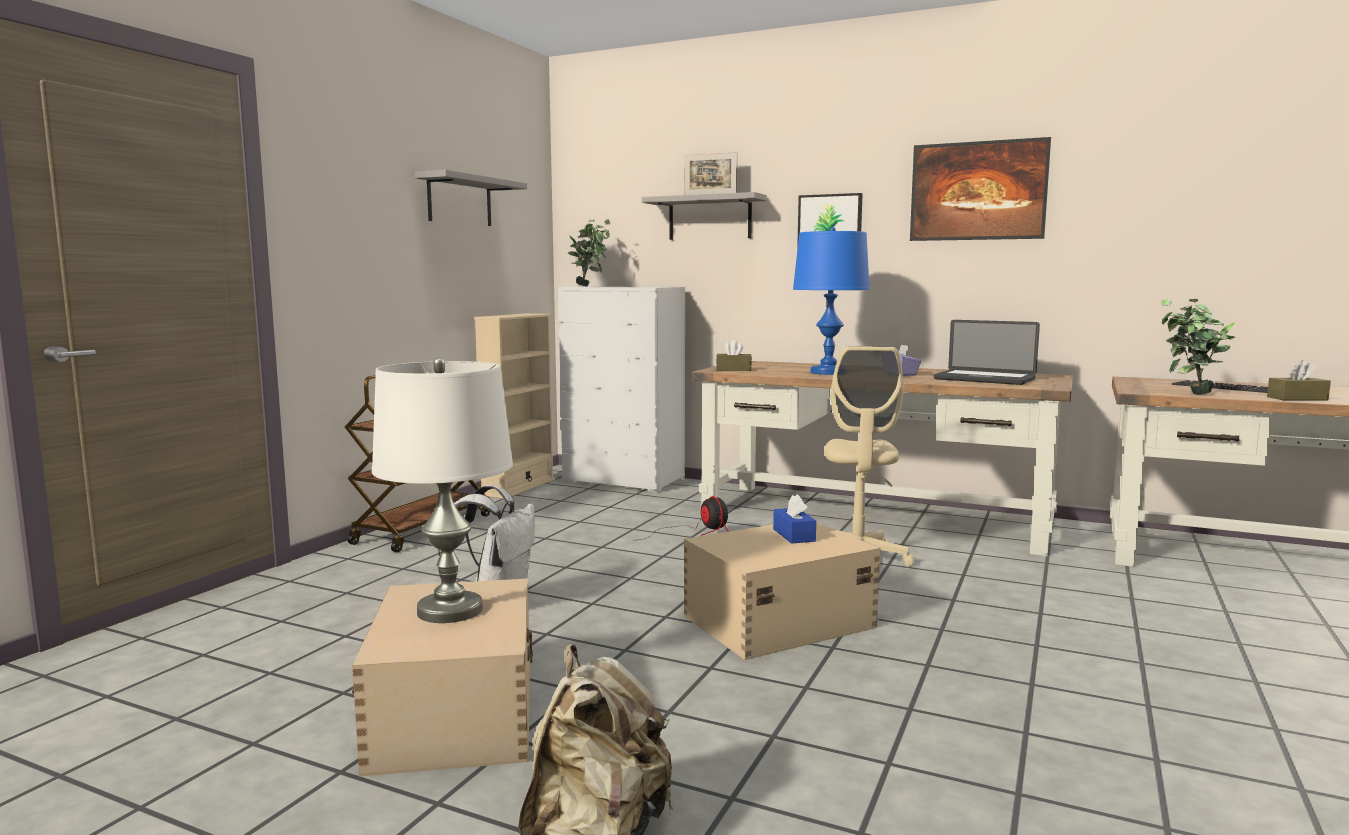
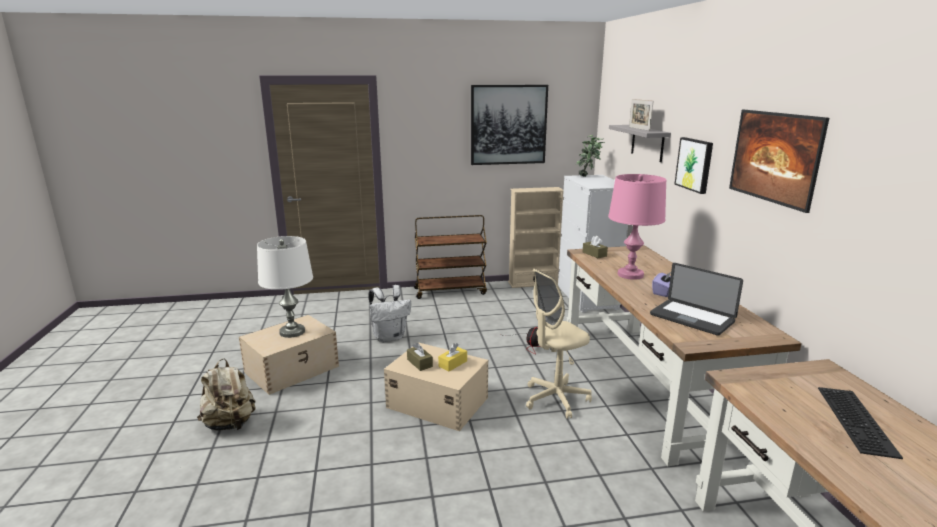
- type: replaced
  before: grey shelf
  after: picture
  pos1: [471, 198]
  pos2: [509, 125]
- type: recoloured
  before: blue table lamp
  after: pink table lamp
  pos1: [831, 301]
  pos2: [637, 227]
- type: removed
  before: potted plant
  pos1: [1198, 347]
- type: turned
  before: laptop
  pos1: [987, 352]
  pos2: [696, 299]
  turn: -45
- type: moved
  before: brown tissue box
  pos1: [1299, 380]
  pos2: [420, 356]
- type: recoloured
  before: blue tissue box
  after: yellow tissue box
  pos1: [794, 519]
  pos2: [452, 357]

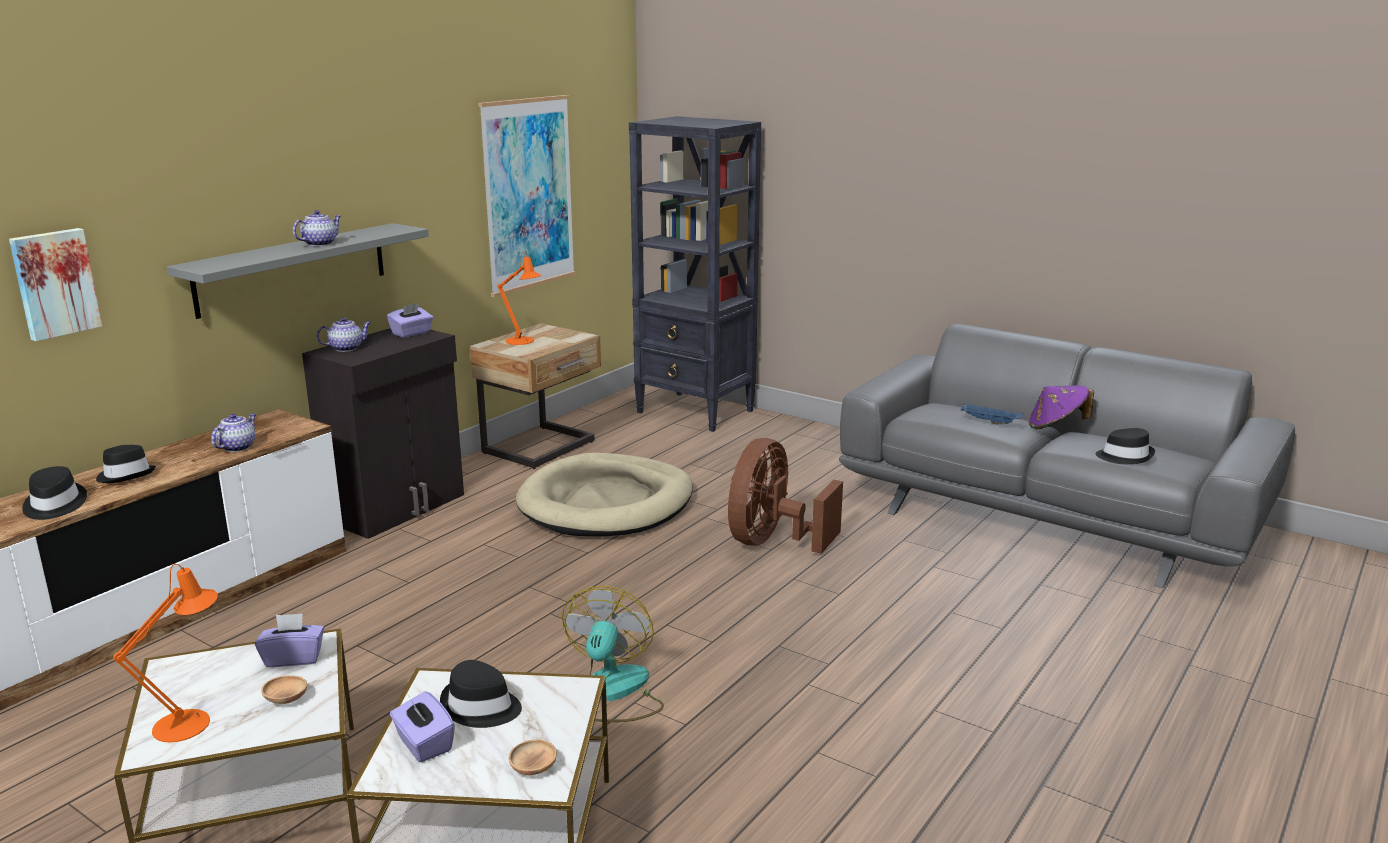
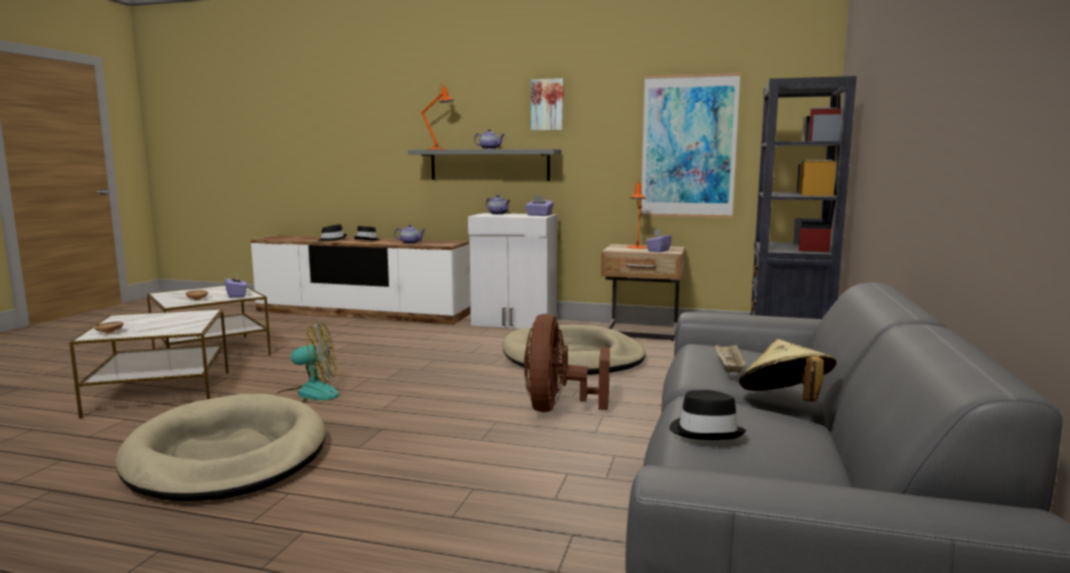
- type: moved
  before: picture
  pos1: [55, 284]
  pos2: [547, 104]
- type: recoloured
  before: black cabinet
  after: white cabinet
  pos1: [383, 433]
  pos2: [513, 271]
- type: recoloured
  before: purple hat
  after: beige hat
  pos1: [1061, 407]
  pos2: [787, 370]
- type: recoloured
  before: blue tray
  after: beige tray
  pos1: [992, 413]
  pos2: [730, 358]
- type: turned
  before: brown fan
  pos1: [785, 496]
  pos2: [567, 363]
  turn: -90
- type: moved
  before: orange table lamp
  pos1: [165, 653]
  pos2: [437, 116]
- type: removed
  before: black hat
  pos1: [481, 694]
- type: moved
  before: purple tissue box
  pos1: [422, 726]
  pos2: [659, 241]
- type: added
  after: beige dog bed
  pos2: [220, 447]

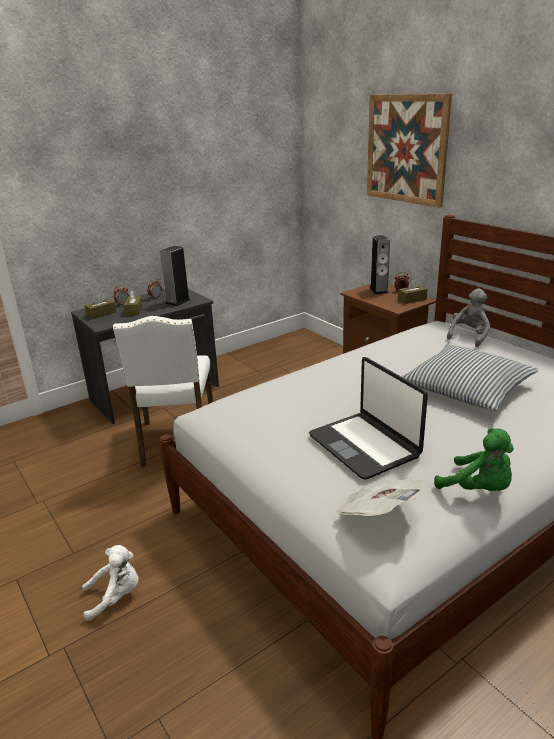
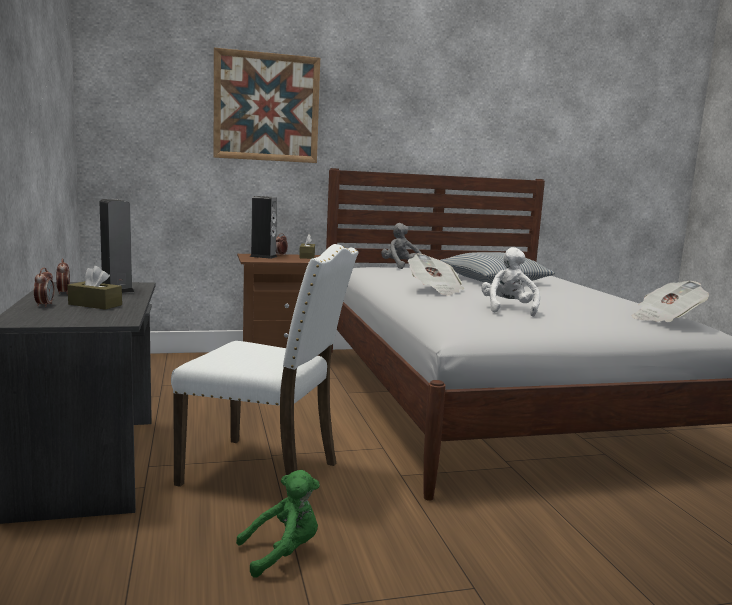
- type: removed
  before: brown tissue box
  pos1: [100, 306]
- type: removed
  before: laptop
  pos1: [368, 418]
- type: moved
  before: green plush toy
  pos1: [474, 459]
  pos2: [278, 524]
- type: moved
  before: white plush toy
  pos1: [110, 583]
  pos2: [510, 282]
- type: added
  after: newspaper
  pos2: [436, 275]

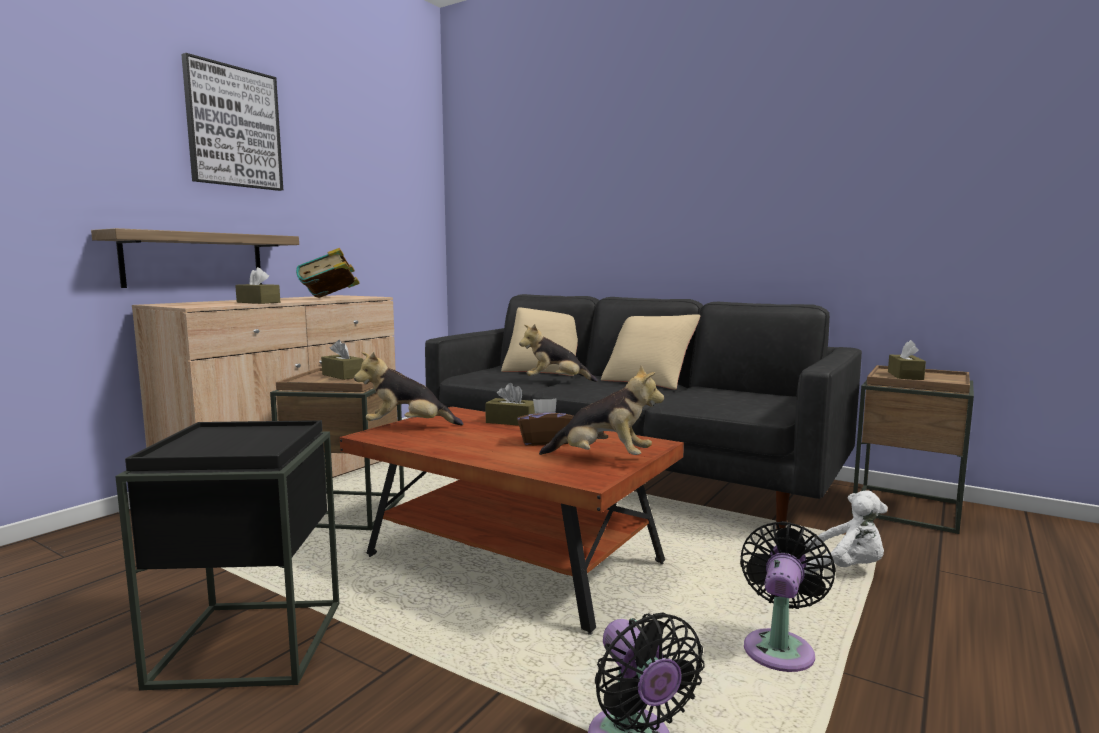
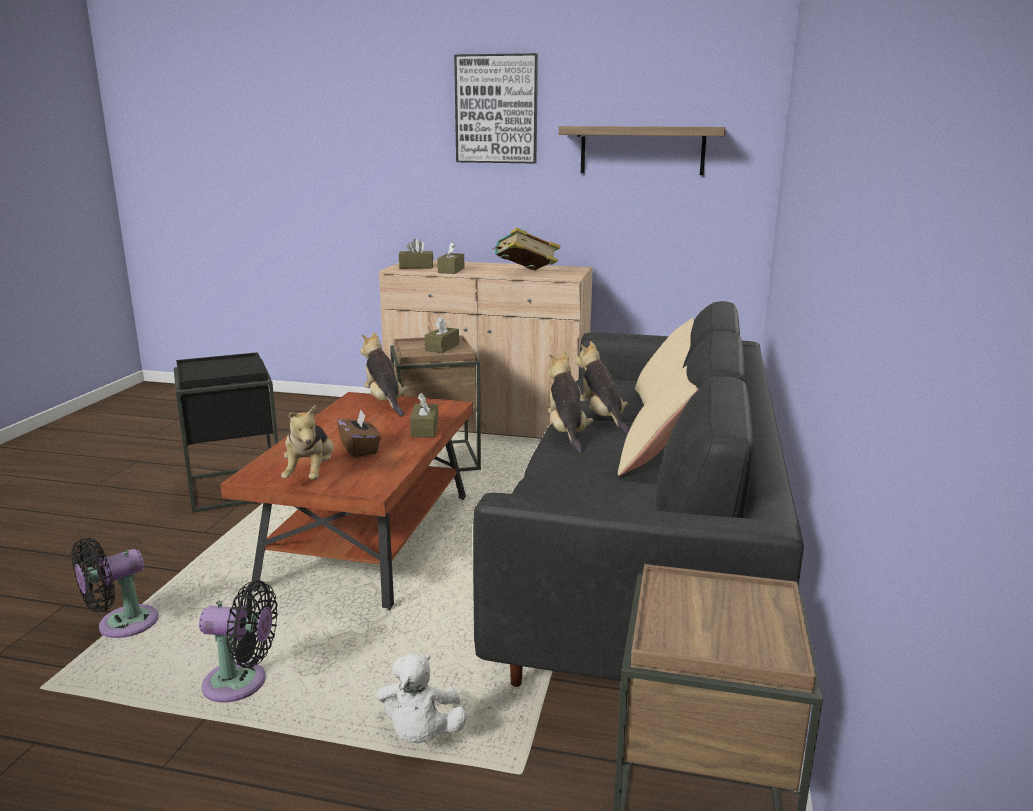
- type: moved
  before: shelf
  pos1: [195, 258]
  pos2: [642, 150]
- type: moved
  before: brown tissue box
  pos1: [907, 360]
  pos2: [416, 253]
- type: added
  after: plush toy
  pos2: [571, 402]

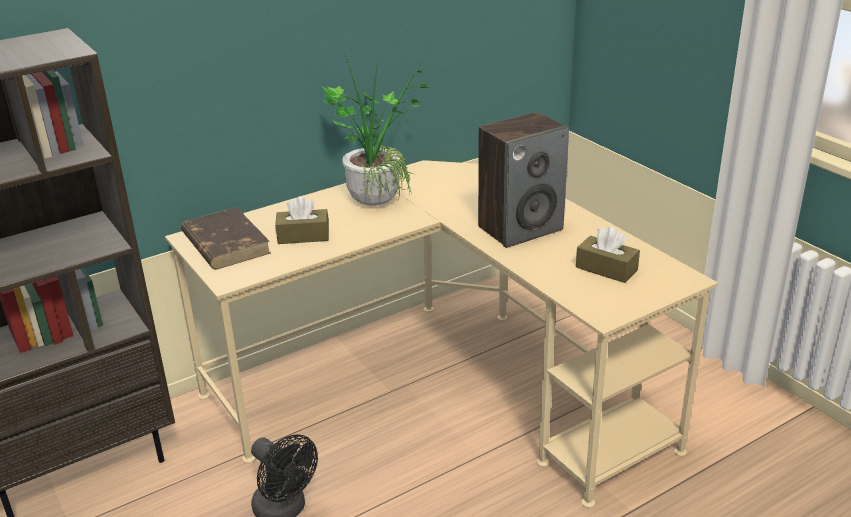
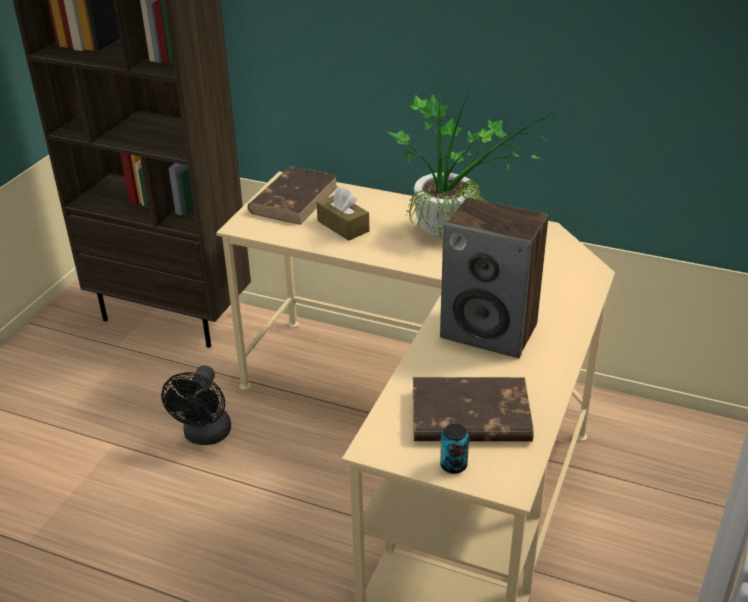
- type: replaced
  before: brown tissue box
  after: brown book
  pos1: [608, 255]
  pos2: [473, 409]
- type: added
  after: can
  pos2: [454, 449]

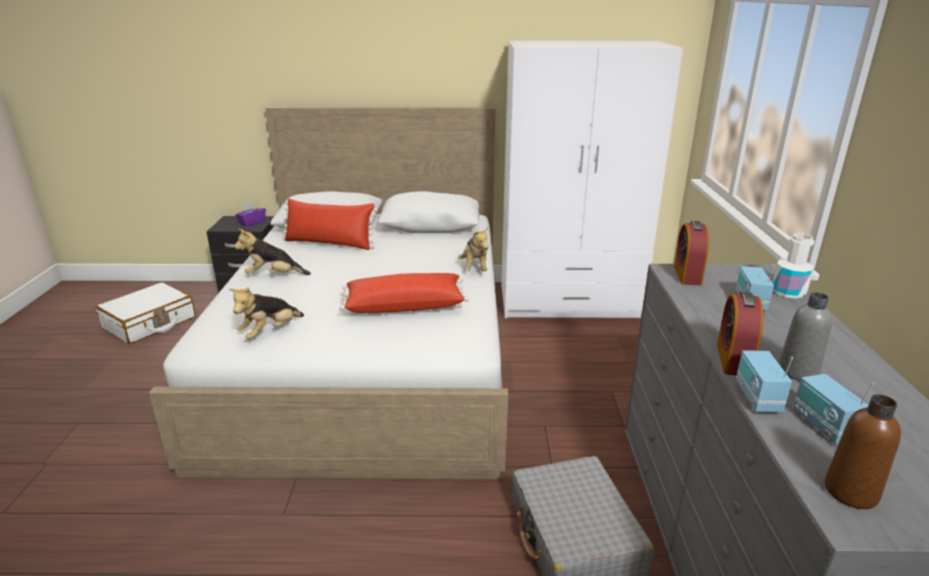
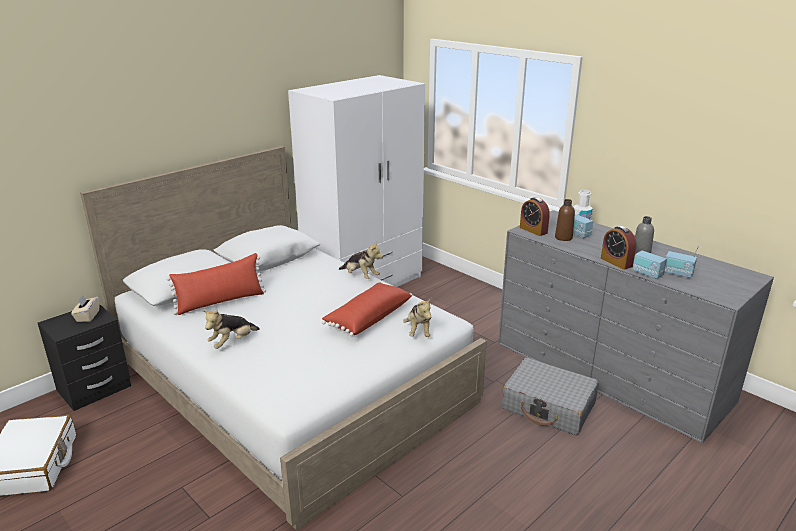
- type: recoloured
  before: purple tissue box
  after: beige tissue box
  pos1: [250, 214]
  pos2: [85, 308]
- type: moved
  before: plush toy
  pos1: [266, 313]
  pos2: [417, 317]
- type: moved
  before: brown bottle
  pos1: [863, 451]
  pos2: [565, 220]

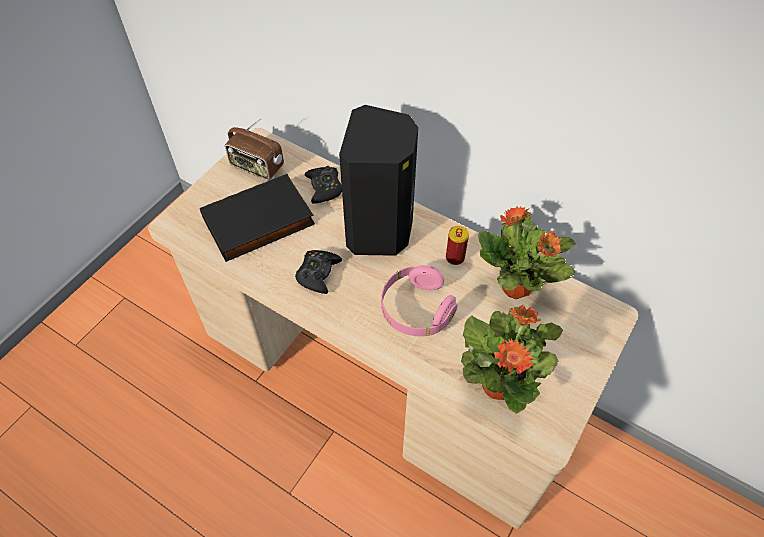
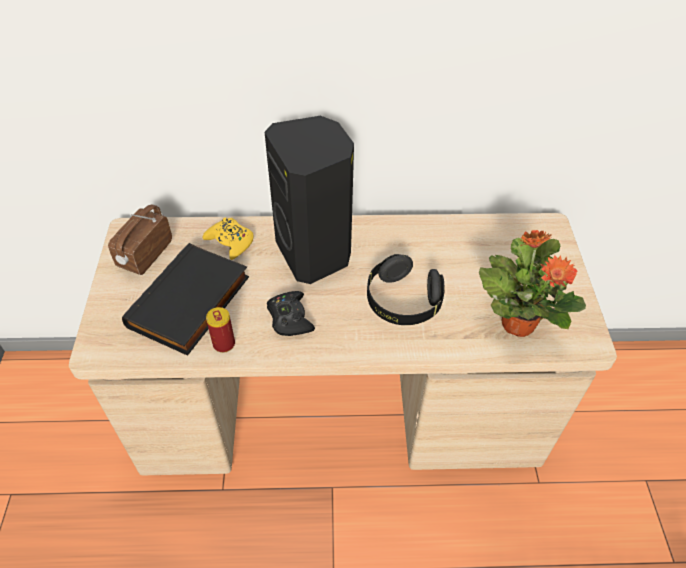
- type: turned
  before: radio
  pos1: [254, 149]
  pos2: [140, 240]
  turn: 120
- type: recoloured
  before: black game controller
  after: yellow game controller
  pos1: [323, 185]
  pos2: [228, 239]
- type: removed
  before: potted plant
  pos1: [527, 252]
- type: moved
  before: can
  pos1: [457, 245]
  pos2: [220, 330]
- type: recoloured
  before: pink headphones
  after: black headphones
  pos1: [419, 300]
  pos2: [406, 289]

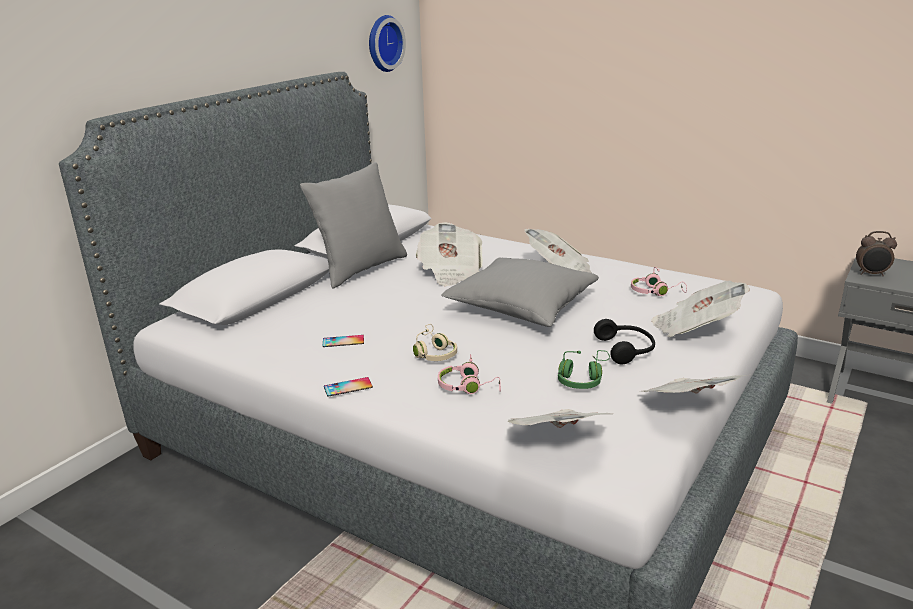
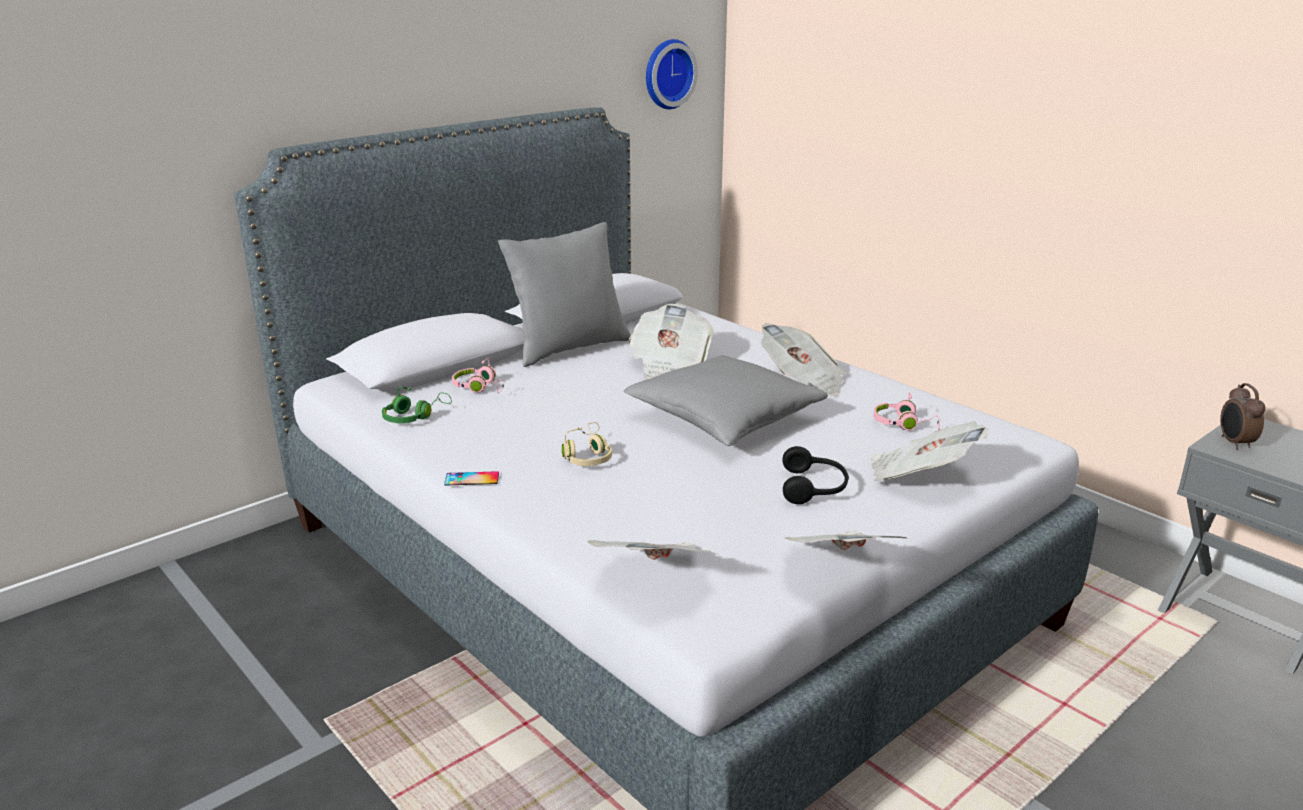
- type: turned
  before: alarm clock
  pos1: [876, 253]
  pos2: [1242, 416]
  turn: 60
- type: removed
  before: phone
  pos1: [343, 341]
- type: moved
  before: green headphones
  pos1: [584, 369]
  pos2: [417, 405]
- type: moved
  before: pink headphones
  pos1: [469, 374]
  pos2: [478, 375]

